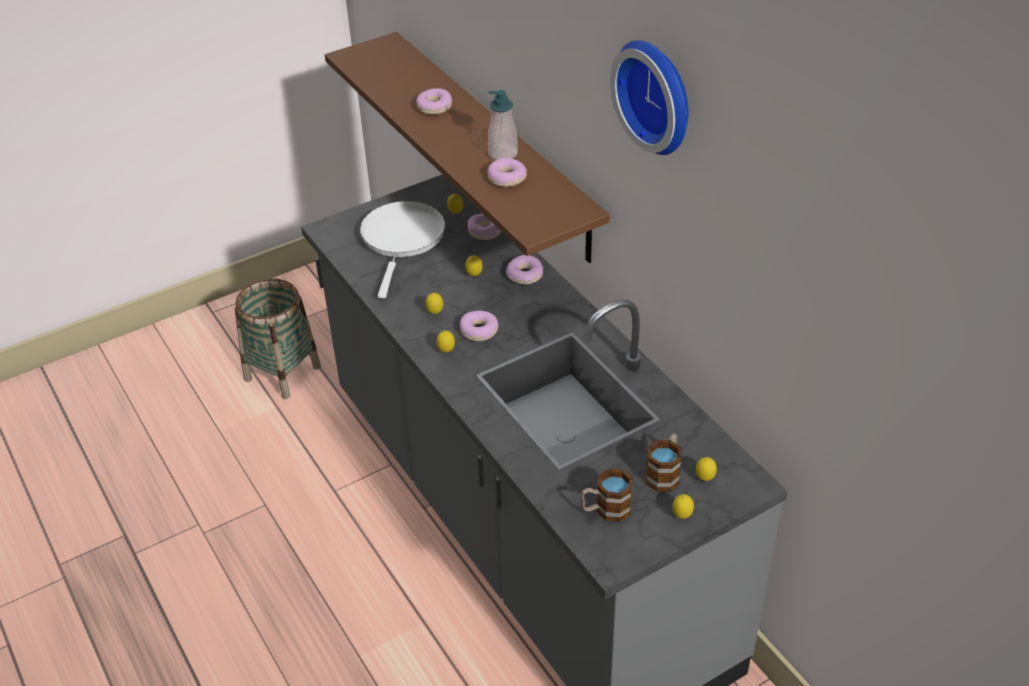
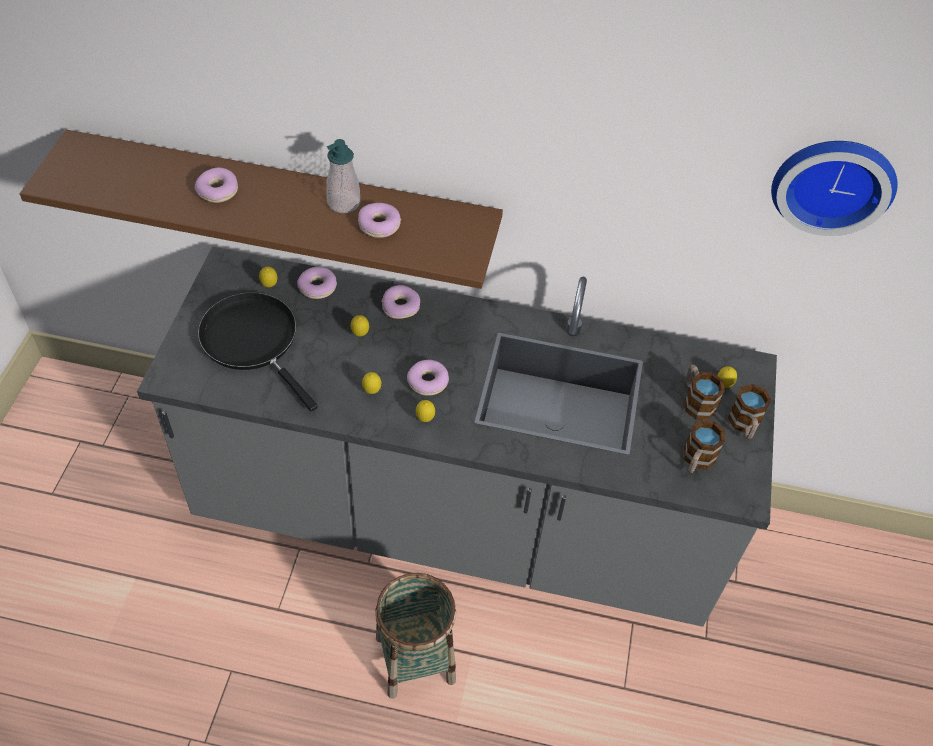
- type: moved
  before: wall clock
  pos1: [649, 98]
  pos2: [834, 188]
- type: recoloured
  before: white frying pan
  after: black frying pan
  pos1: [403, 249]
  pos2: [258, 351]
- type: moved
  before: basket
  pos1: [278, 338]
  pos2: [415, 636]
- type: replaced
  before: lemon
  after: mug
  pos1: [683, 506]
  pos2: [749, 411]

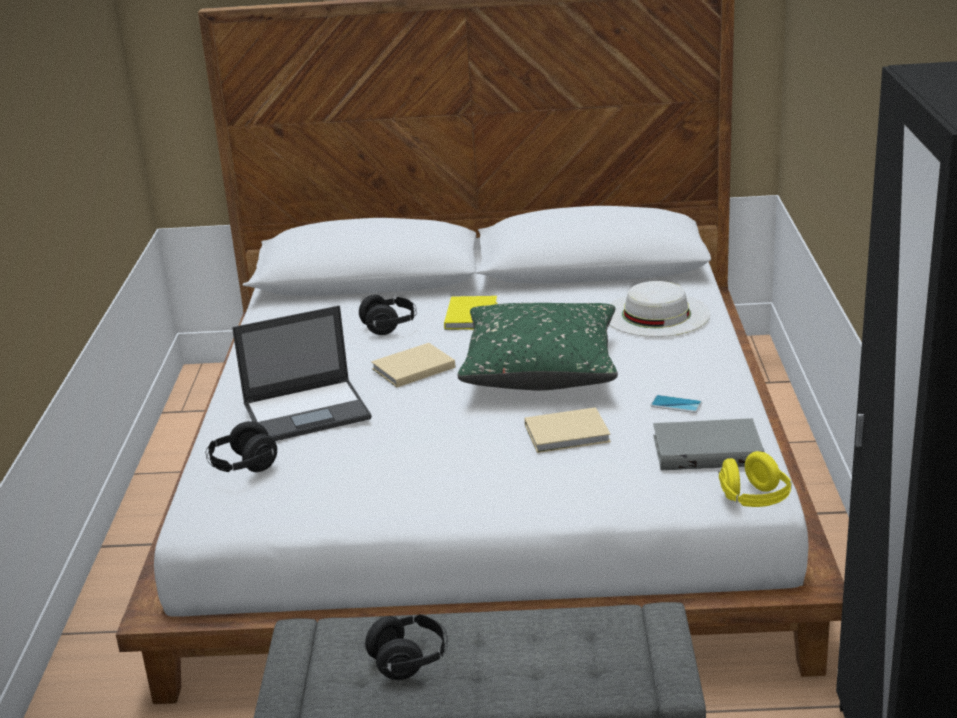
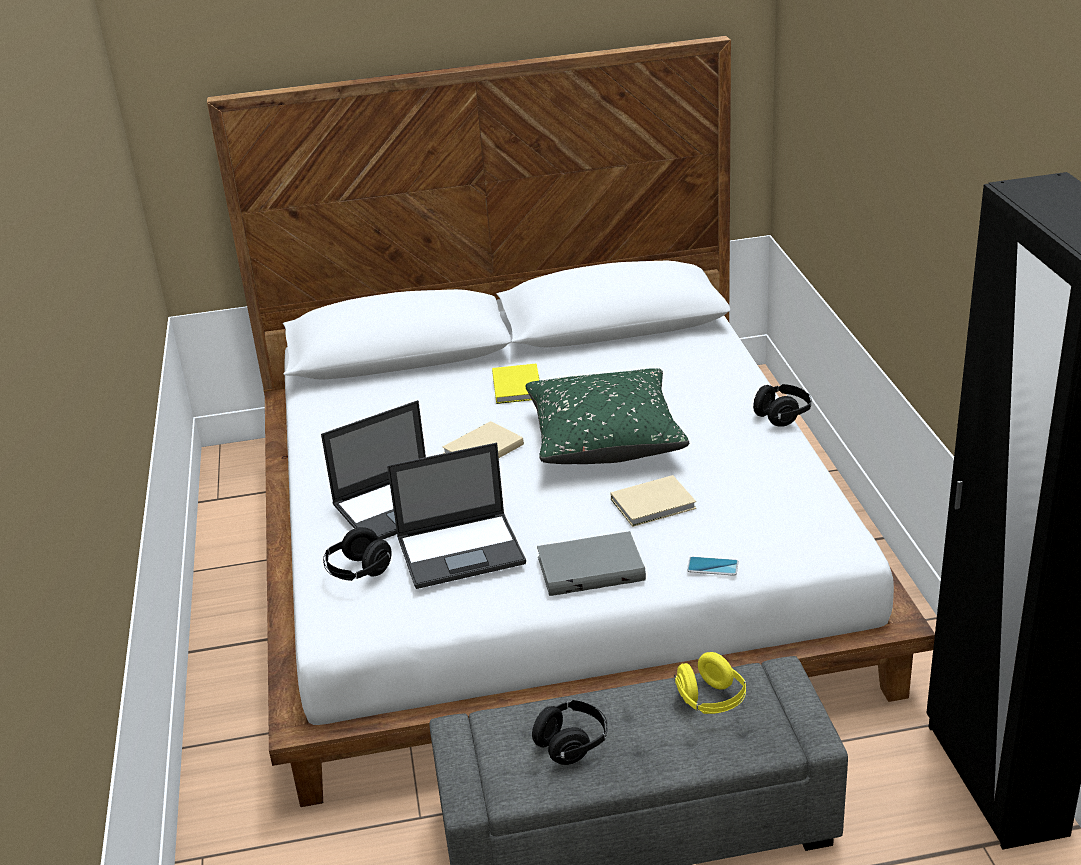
- type: removed
  before: white hat
  pos1: [659, 309]
- type: moved
  before: black headphones
  pos1: [388, 314]
  pos2: [782, 405]
- type: moved
  before: phone
  pos1: [676, 404]
  pos2: [713, 566]
- type: moved
  before: grey book
  pos1: [709, 444]
  pos2: [591, 563]
- type: moved
  before: yellow headphones
  pos1: [755, 479]
  pos2: [710, 683]
- type: added
  after: laptop
  pos2: [456, 516]

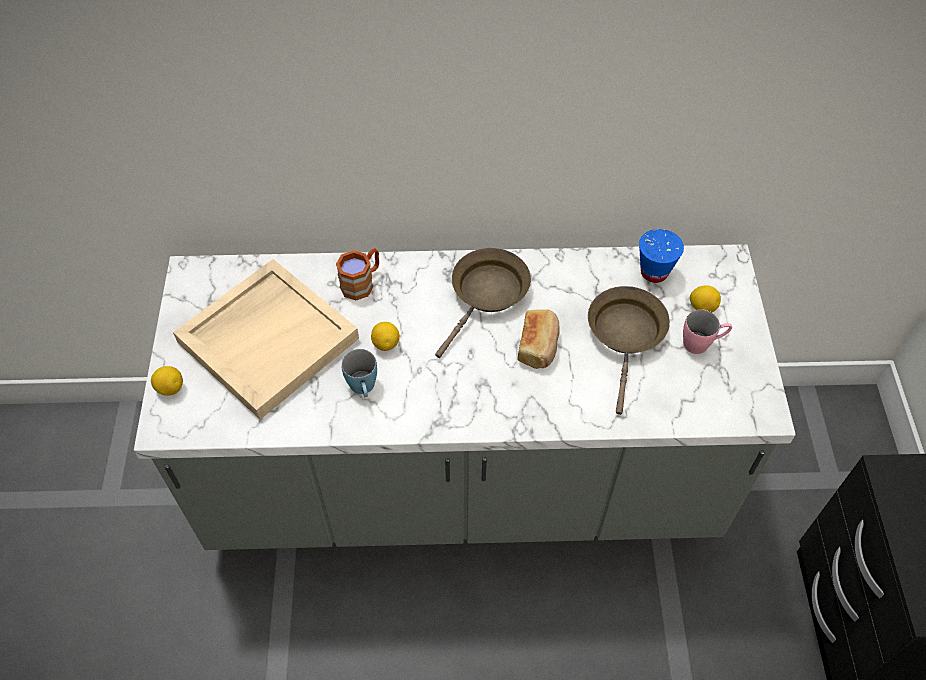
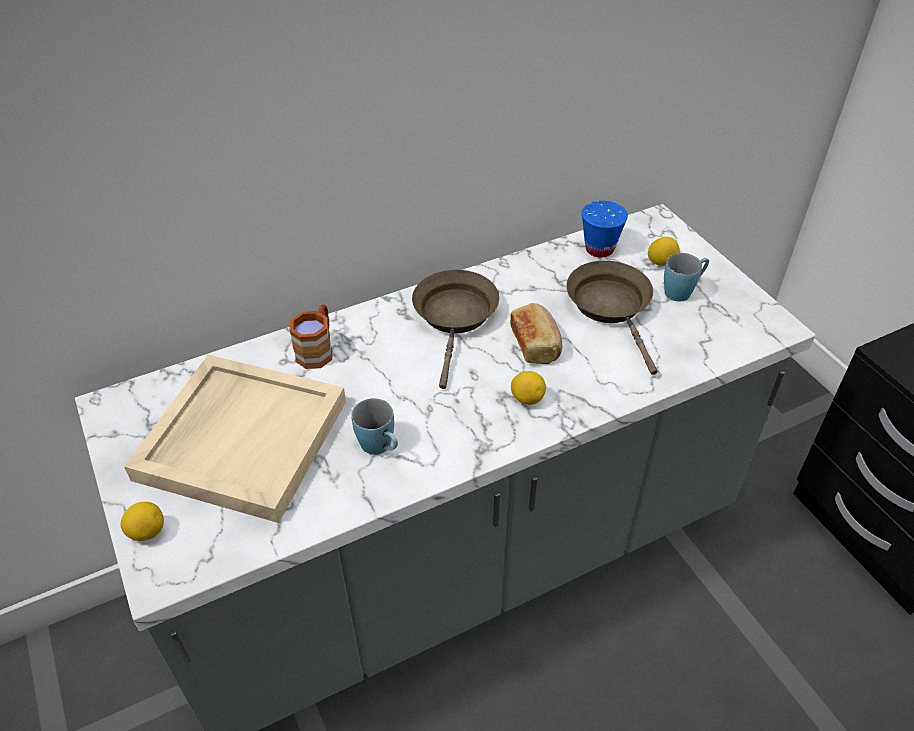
- type: recoloured
  before: pink mug
  after: blue mug
  pos1: [707, 331]
  pos2: [686, 277]
- type: moved
  before: lemon
  pos1: [385, 336]
  pos2: [528, 388]

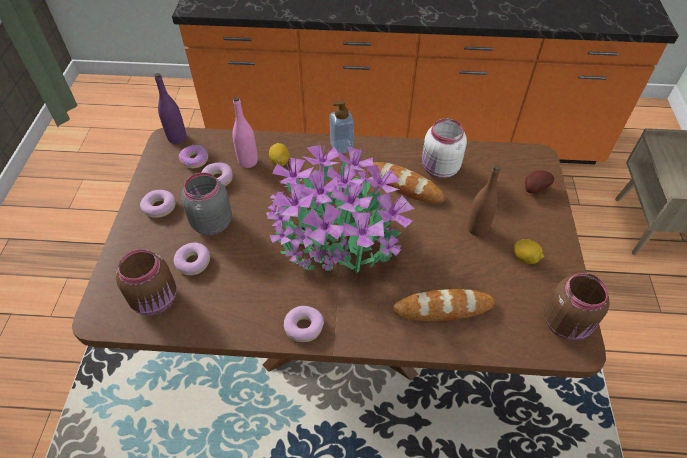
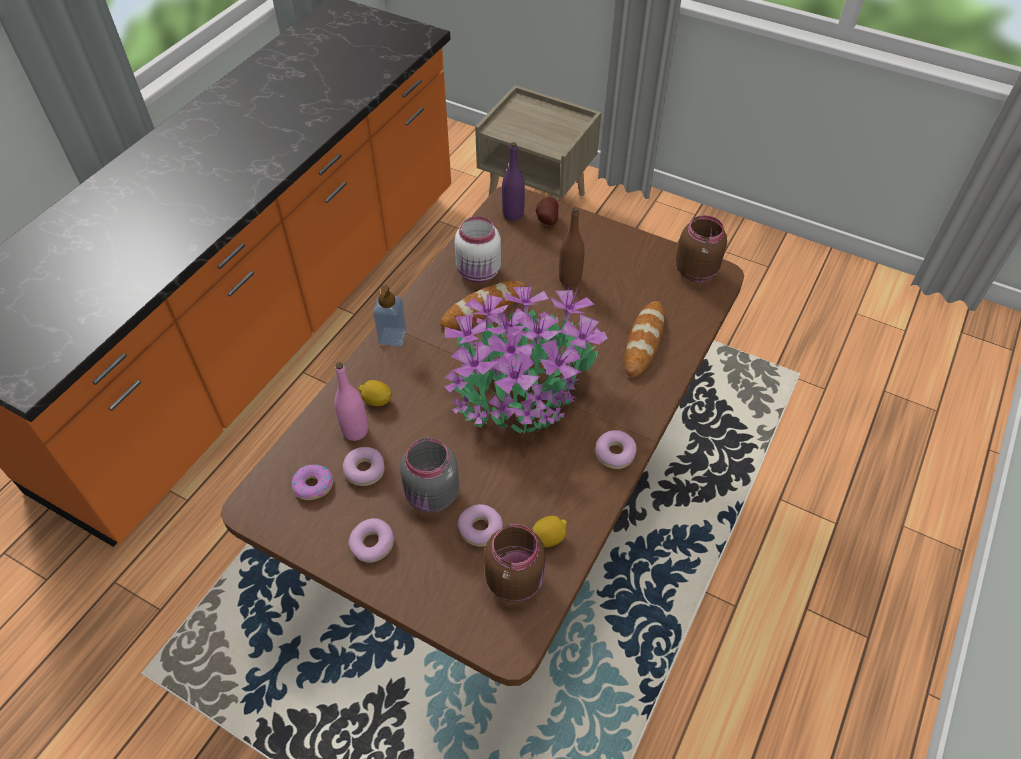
- type: moved
  before: purple bottle
  pos1: [170, 108]
  pos2: [513, 181]
- type: moved
  before: lemon
  pos1: [529, 251]
  pos2: [549, 531]

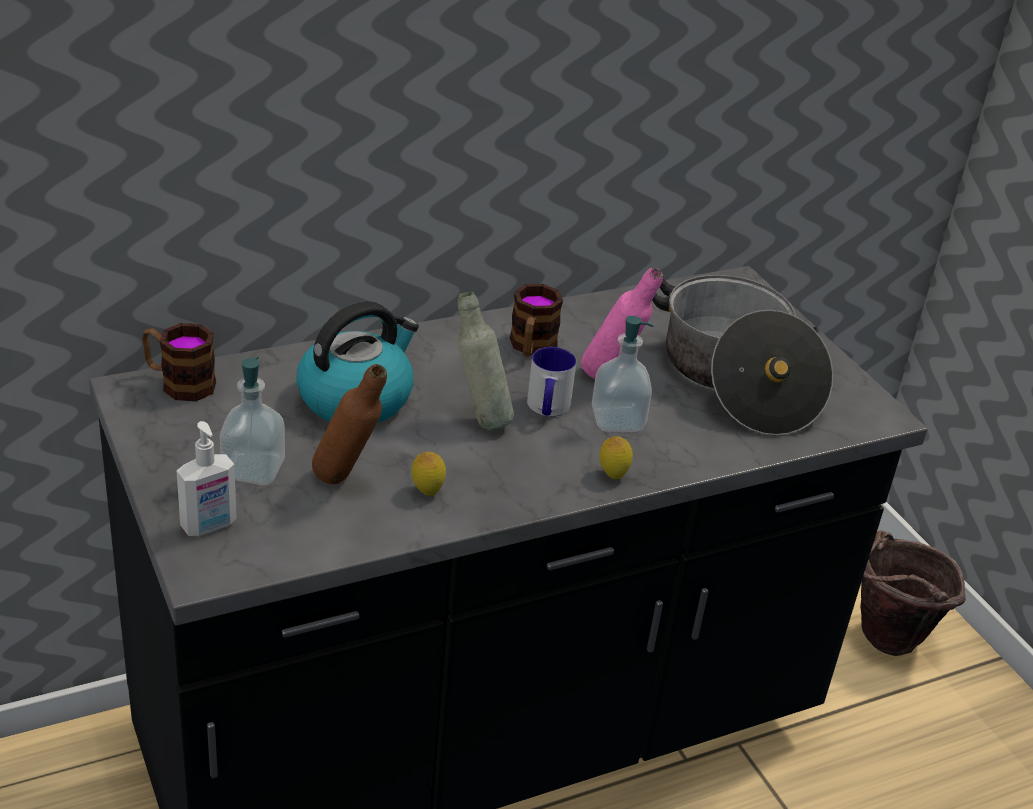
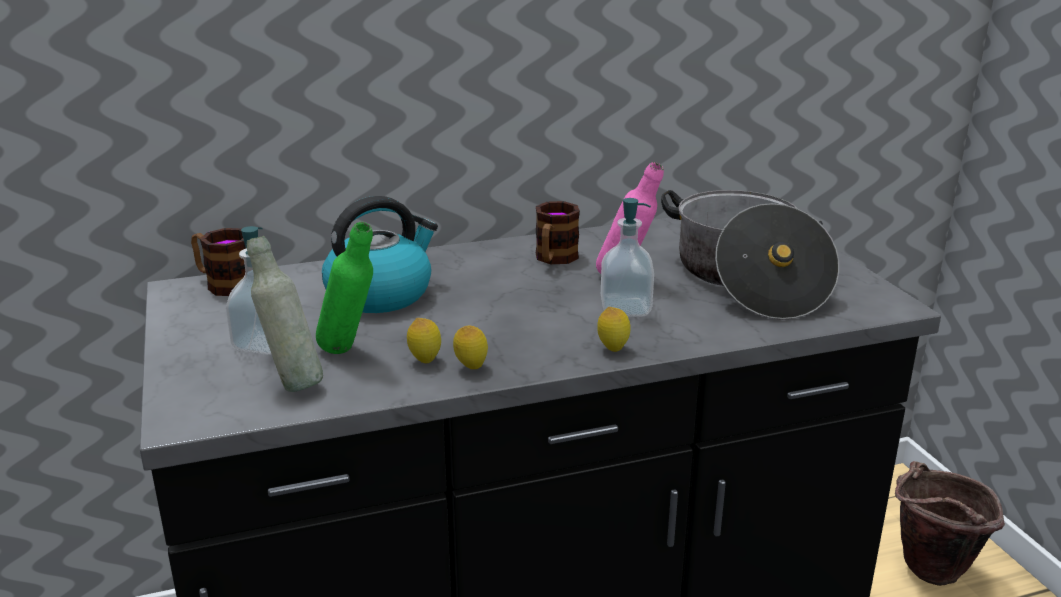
- type: moved
  before: grey bottle
  pos1: [485, 361]
  pos2: [285, 314]
- type: removed
  before: mug
  pos1: [551, 381]
- type: recoloured
  before: brown bottle
  after: green bottle
  pos1: [349, 424]
  pos2: [344, 288]
- type: removed
  before: soap dispenser
  pos1: [207, 478]
- type: added
  after: lemon
  pos2: [470, 347]

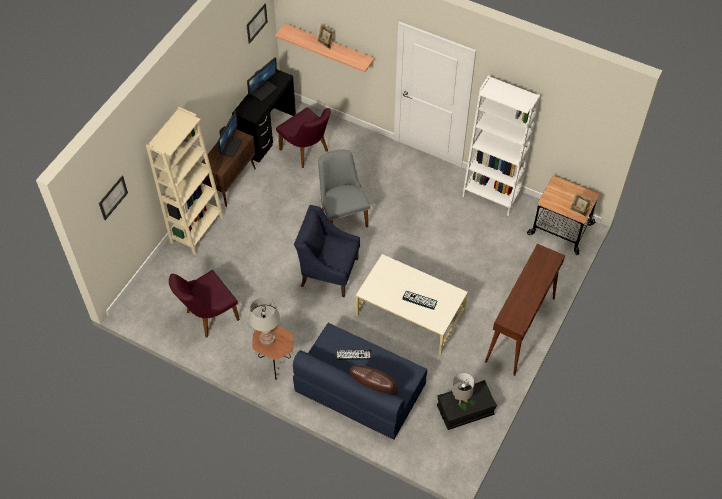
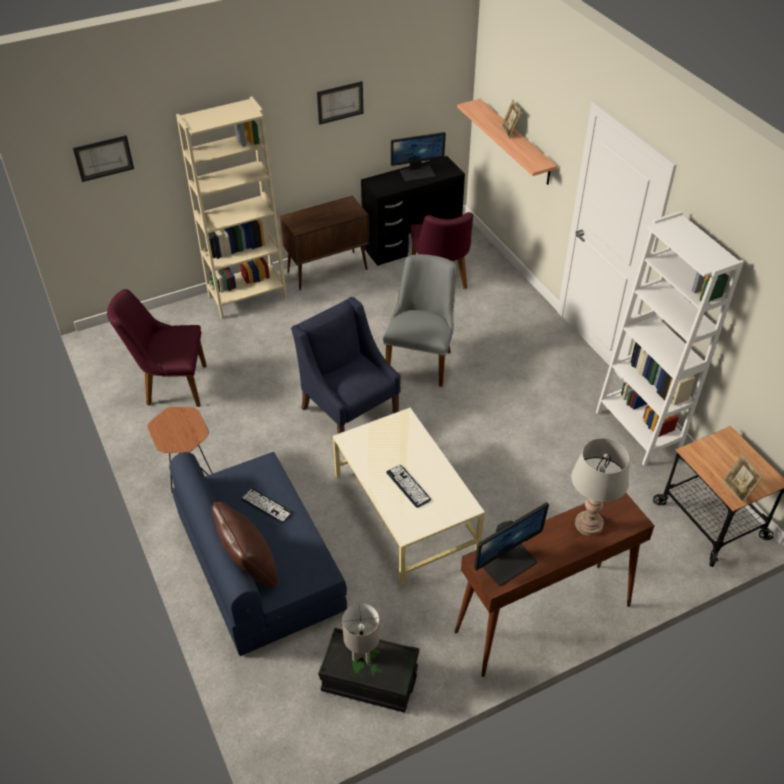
- type: moved
  before: picture
  pos1: [257, 24]
  pos2: [340, 103]
- type: moved
  before: monitor
  pos1: [230, 134]
  pos2: [511, 544]
- type: moved
  before: grey table lamp
  pos1: [264, 321]
  pos2: [600, 487]

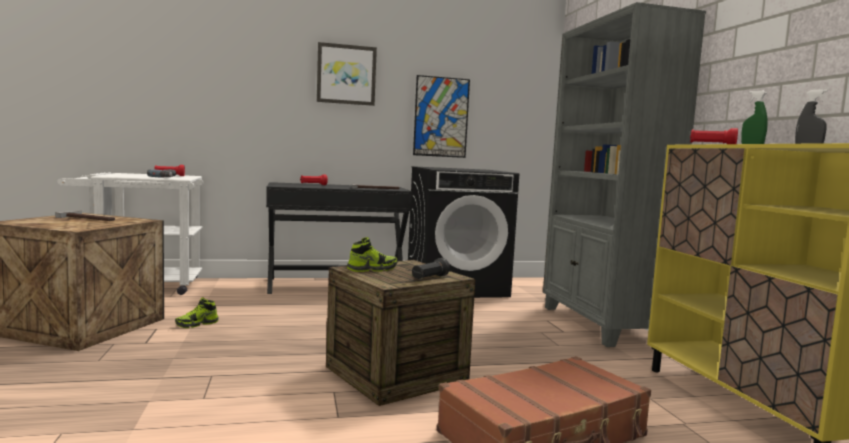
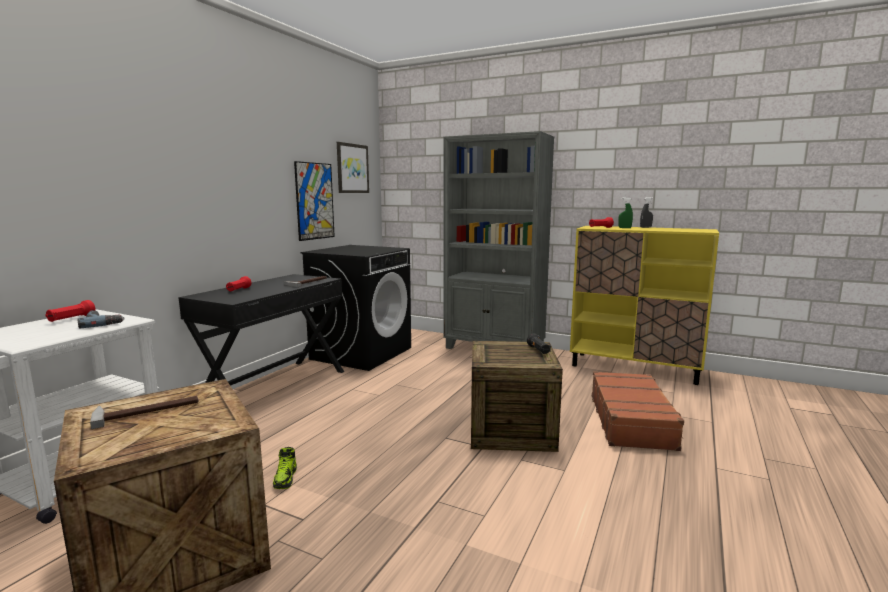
- type: moved
  before: picture
  pos1: [347, 74]
  pos2: [353, 167]
- type: removed
  before: shoe
  pos1: [372, 254]

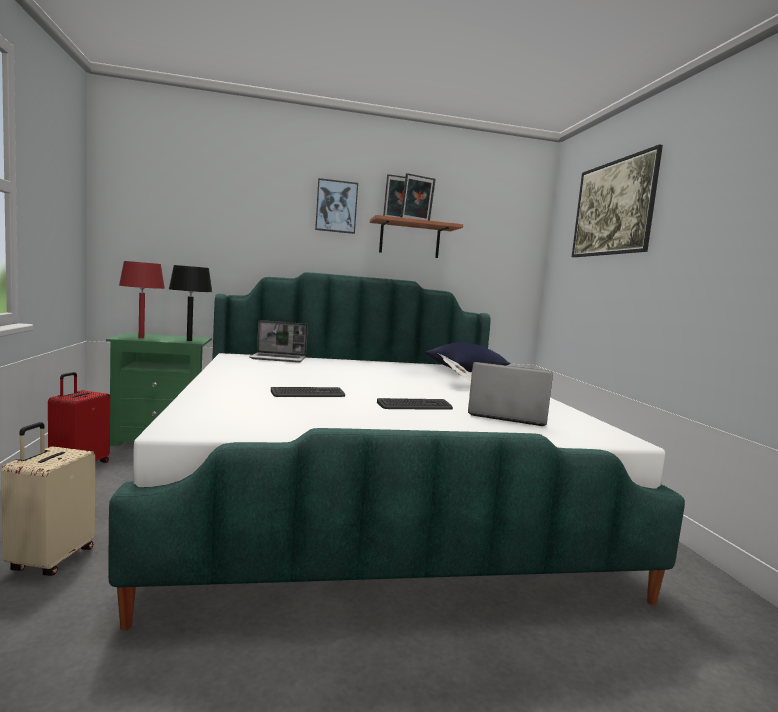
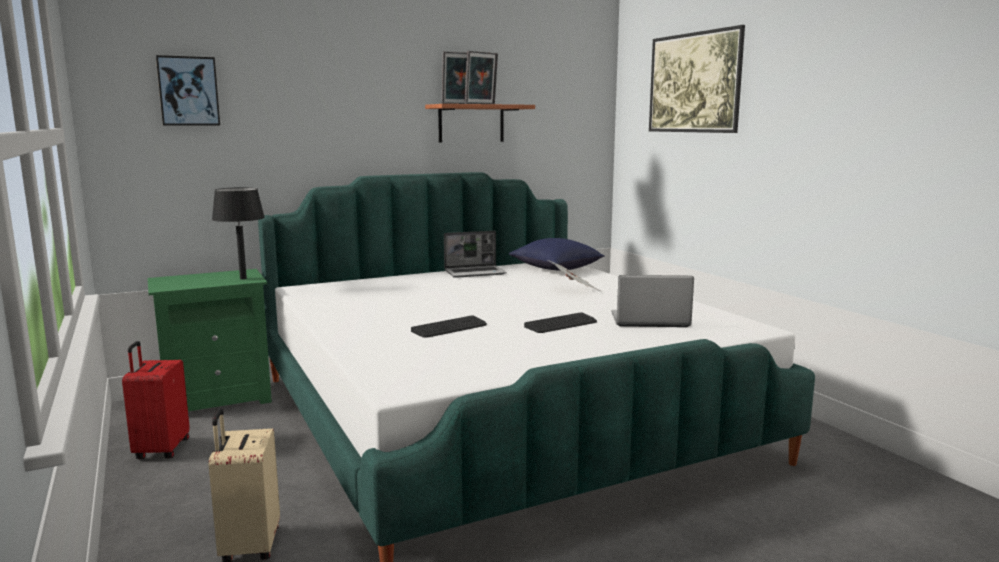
- type: moved
  before: picture
  pos1: [336, 206]
  pos2: [188, 90]
- type: removed
  before: red table lamp
  pos1: [142, 299]
- type: moved
  before: laptop
  pos1: [278, 341]
  pos2: [475, 254]

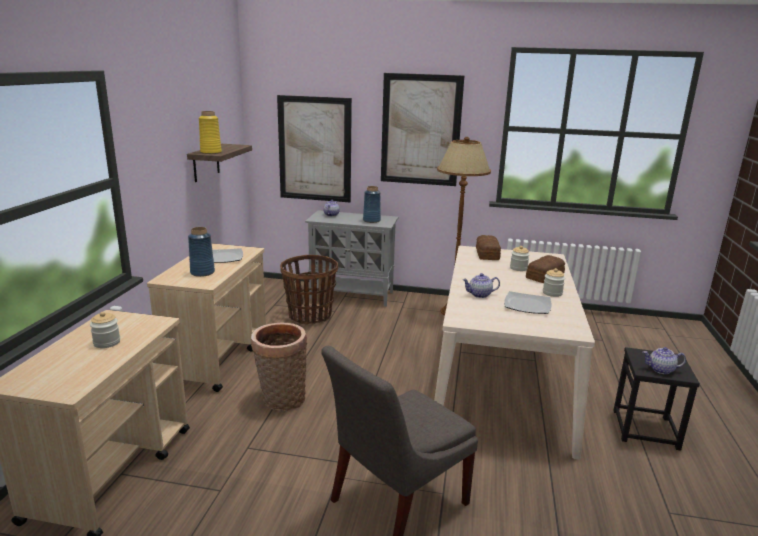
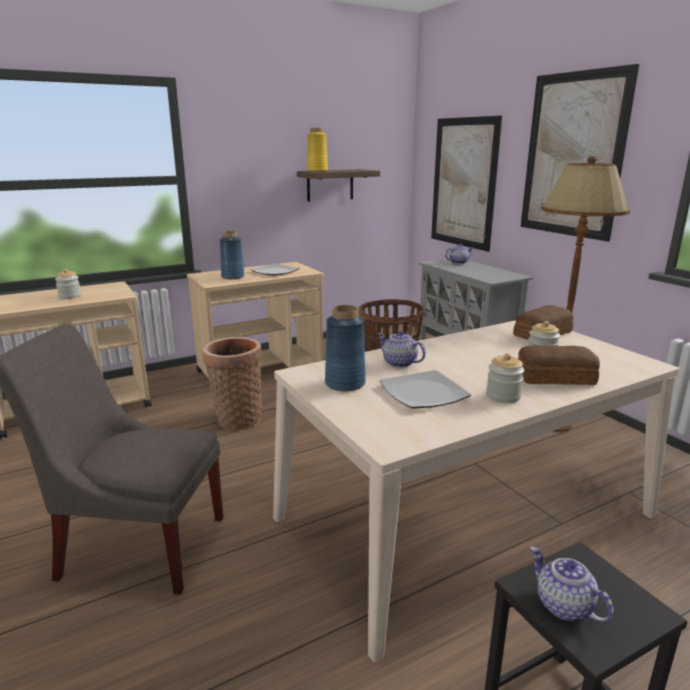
- type: moved
  before: blue vase
  pos1: [372, 204]
  pos2: [345, 348]

